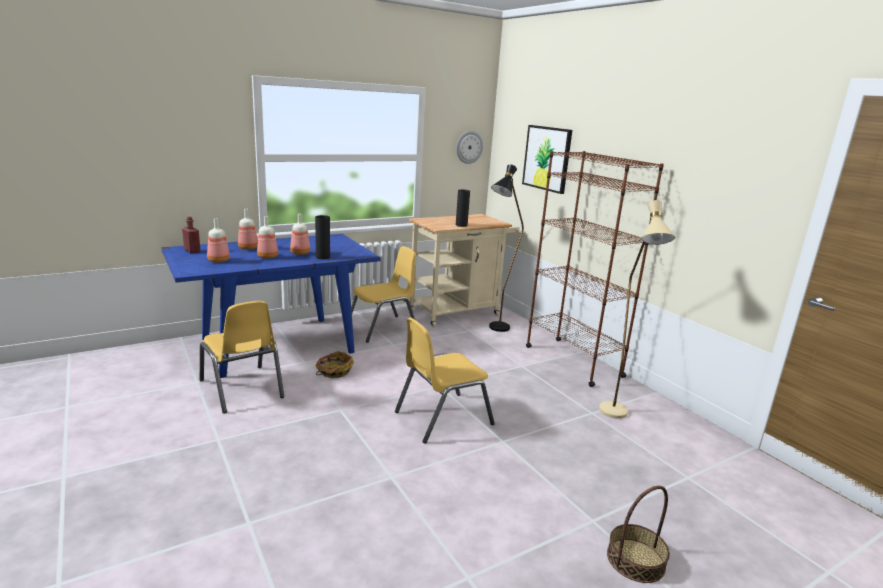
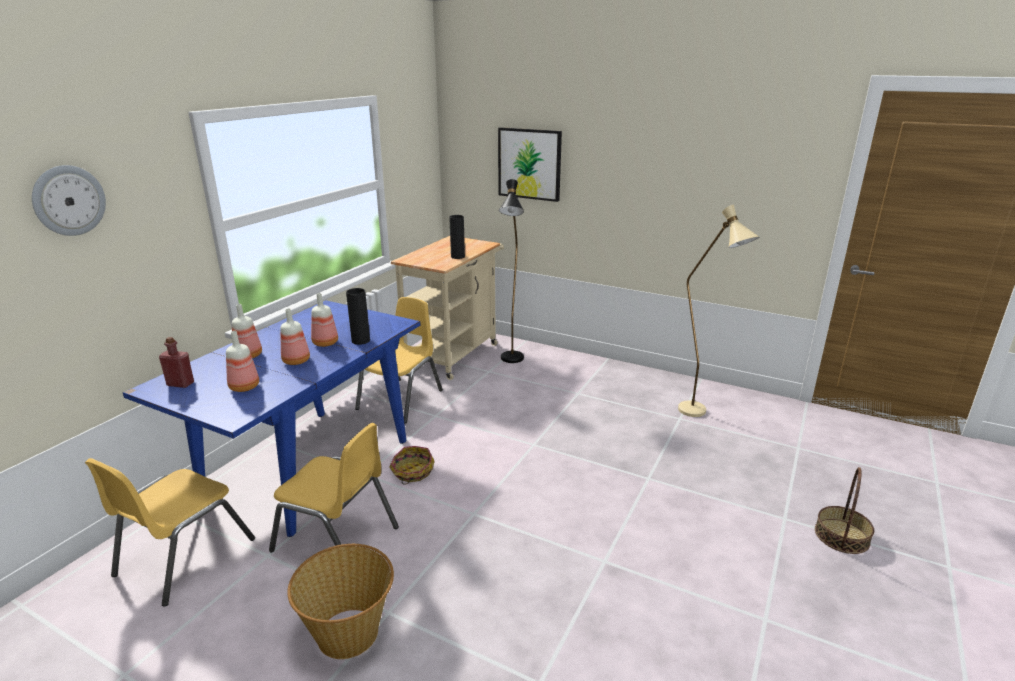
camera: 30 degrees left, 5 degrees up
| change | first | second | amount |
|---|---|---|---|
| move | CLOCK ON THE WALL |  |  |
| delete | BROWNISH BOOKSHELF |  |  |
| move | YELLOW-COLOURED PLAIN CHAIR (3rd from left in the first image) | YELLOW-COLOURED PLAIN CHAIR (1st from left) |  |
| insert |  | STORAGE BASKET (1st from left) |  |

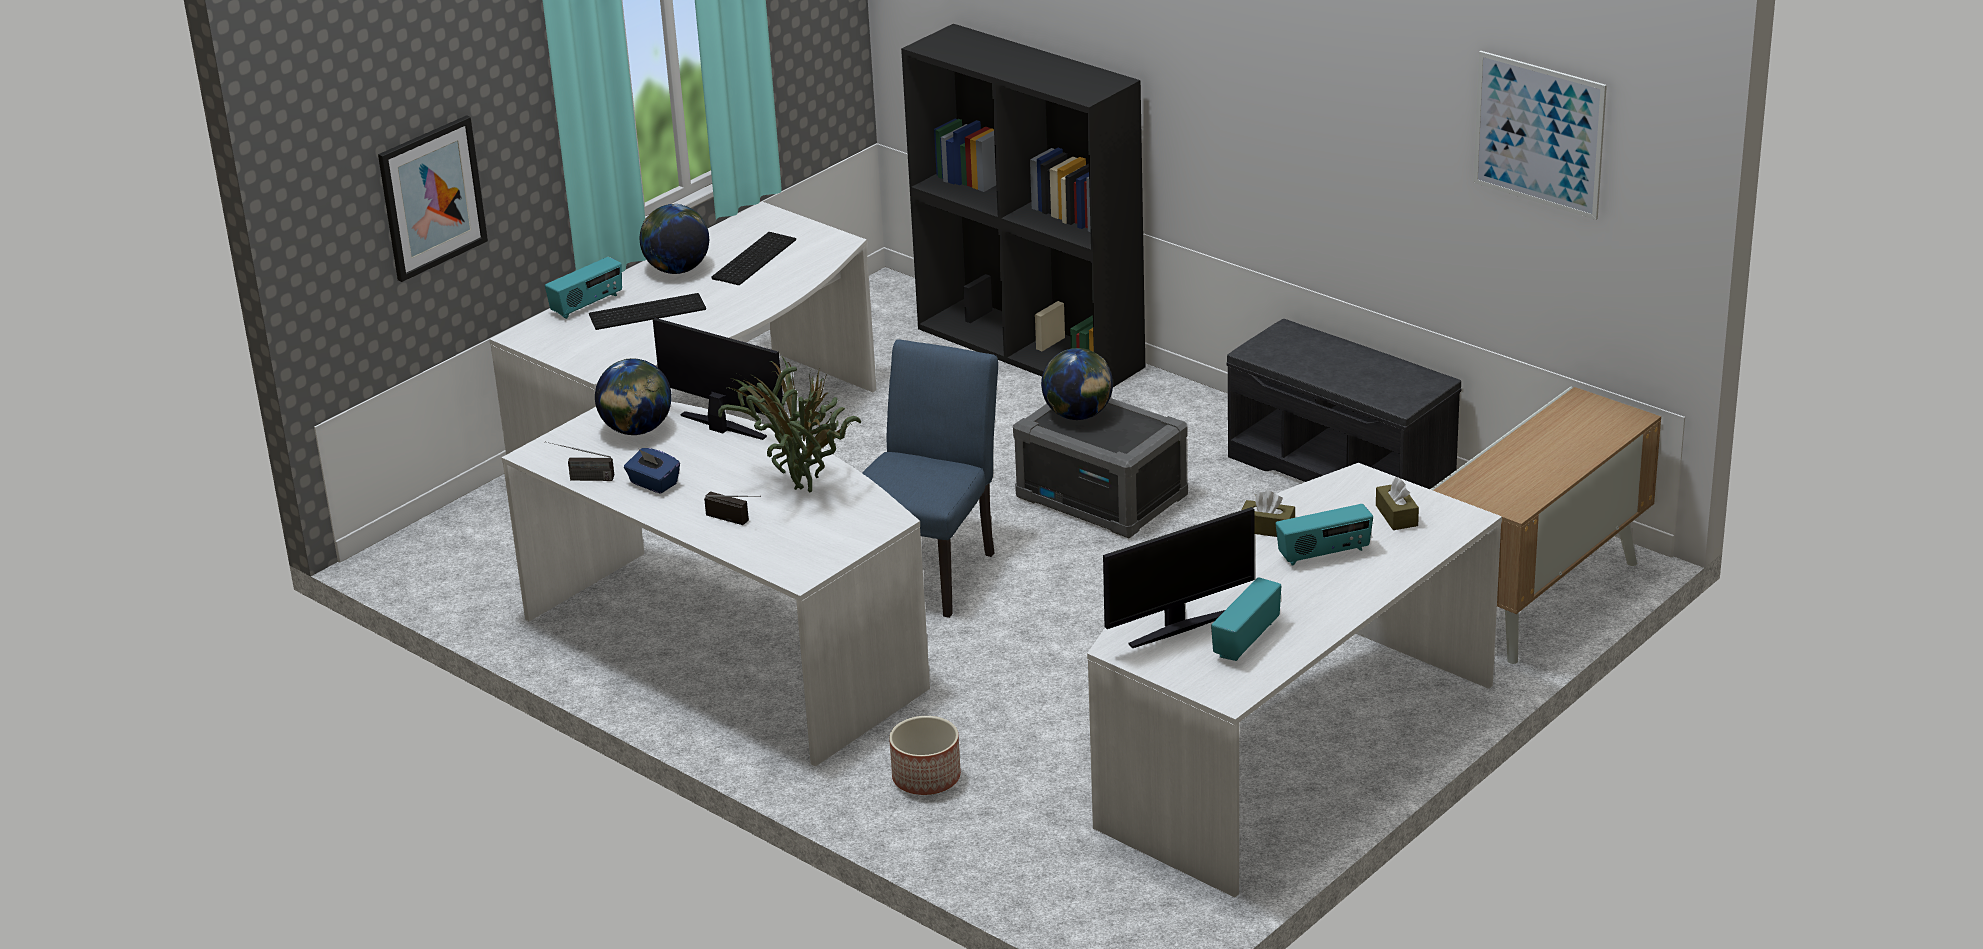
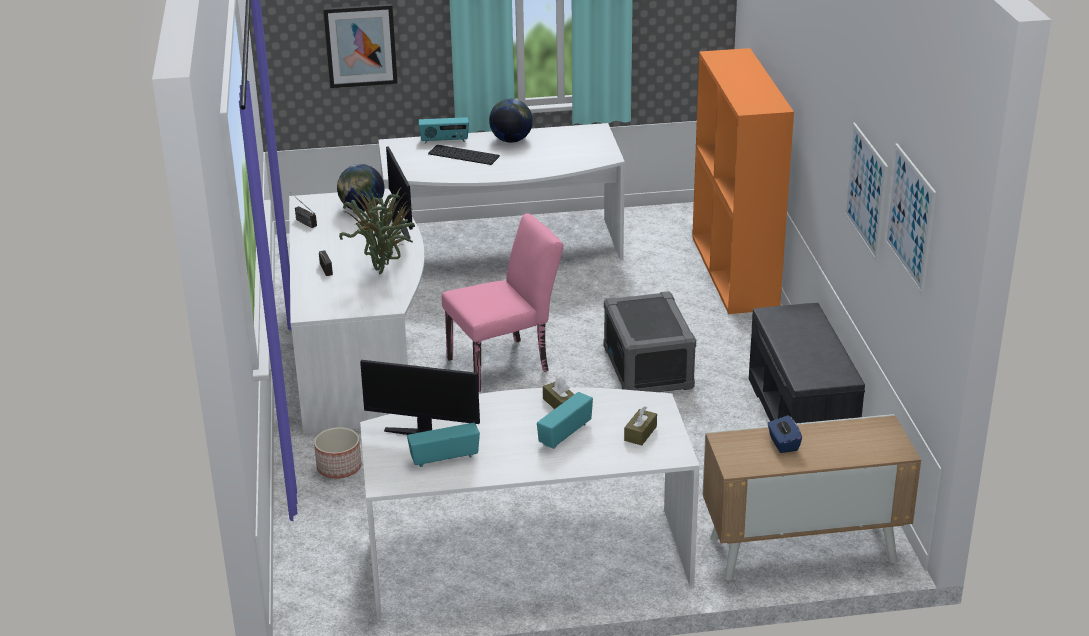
camera: 40 degrees right, 0 degrees up
| change | first | second | amount |
|---|---|---|---|
| recolor | BLACK BOOKSHELF | ORANGEY BOOKSHELF |  |
| delete | KEYBOARD (2nd from left) |  |  |
| recolor | BLUE PLAIN CHAIR | PINK-COLOURED PLAIN CHAIR |  |
| delete | WORLD GLOBE (3rd from left) |  |  |
| move | BLUE TISSUE BOX |  |  |
| rotate | RADIO SET (5th from left) |  | 105 degrees clockwise |
| insert |  | WALL PICTURE (2nd from left) |  |

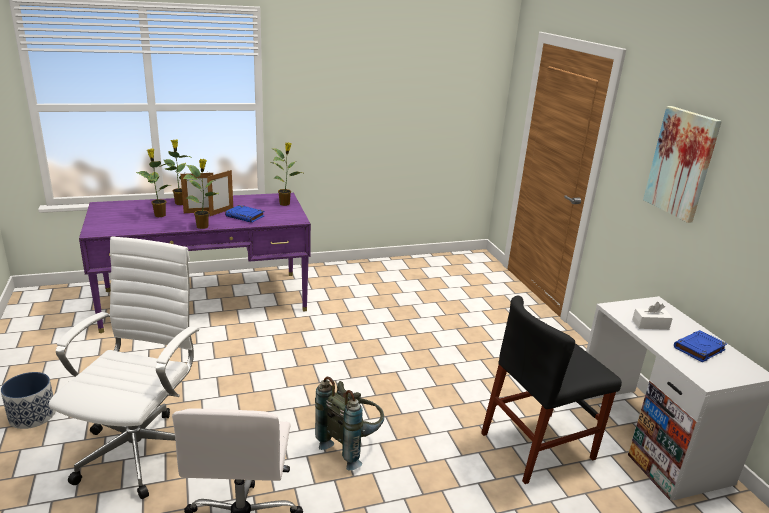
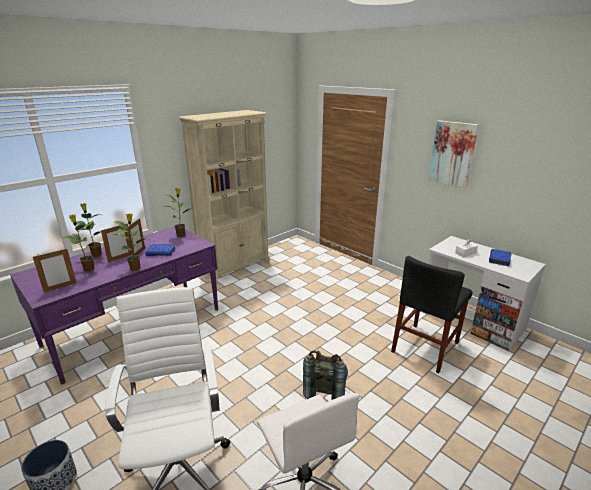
camera: 25 degrees left, 0 degrees up
| change | first | second | amount |
|---|---|---|---|
| insert |  | SAND-COLOURED BOOKSHELF |  |
| insert |  | PICTURE FRAME (1st from left) |  |

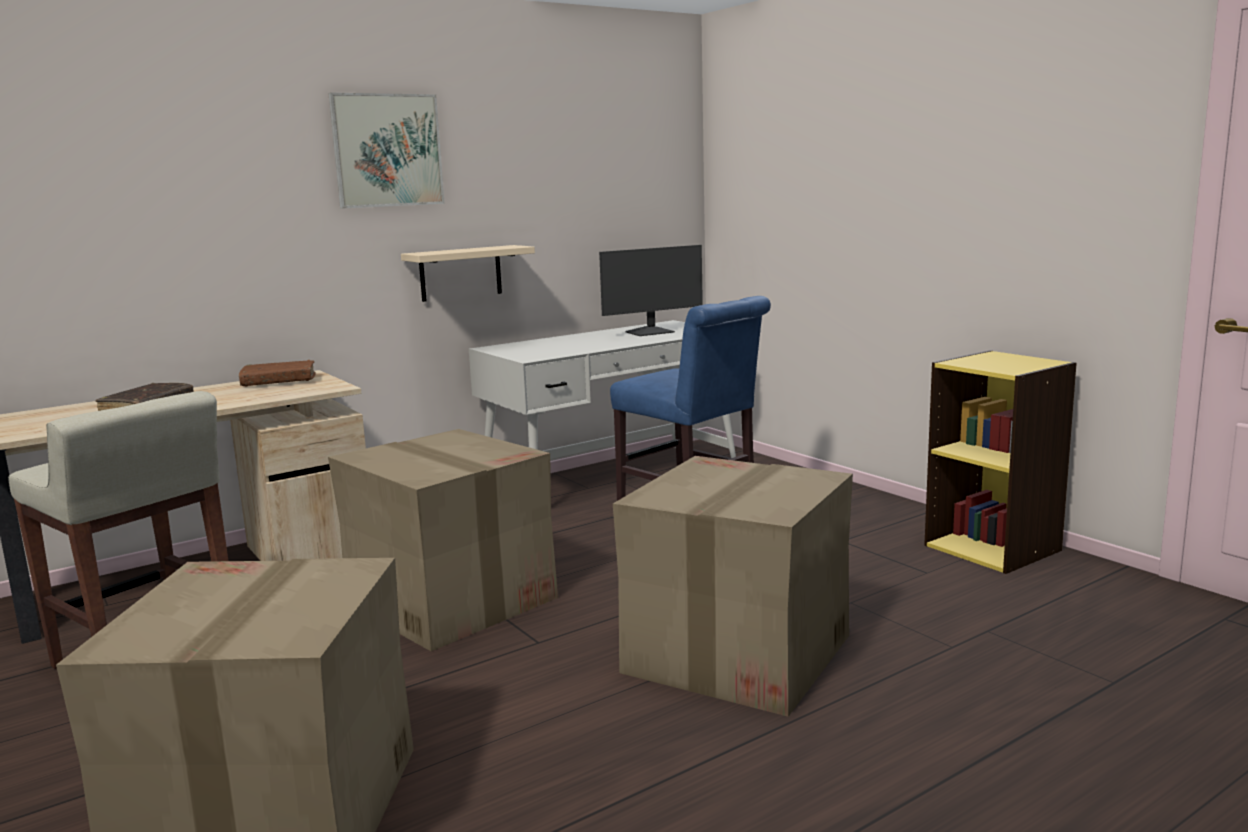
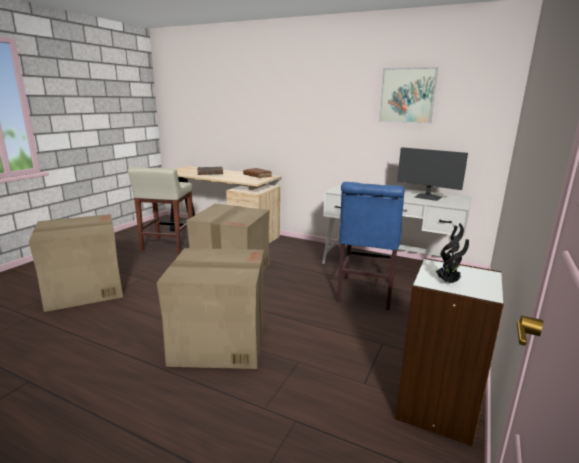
camera: 60 degrees right, 5 degrees up
| change | first | second | amount |
|---|---|---|---|
| move | WALL PICTURE |  |  |
| delete | SAND-COLOURED WALL SHELF |  |  |
| recolor | YELLOW-COLOURED BOOKSHELF | WHITISH BOOKSHELF |  |
| insert |  | HOUSEPLANT |  |

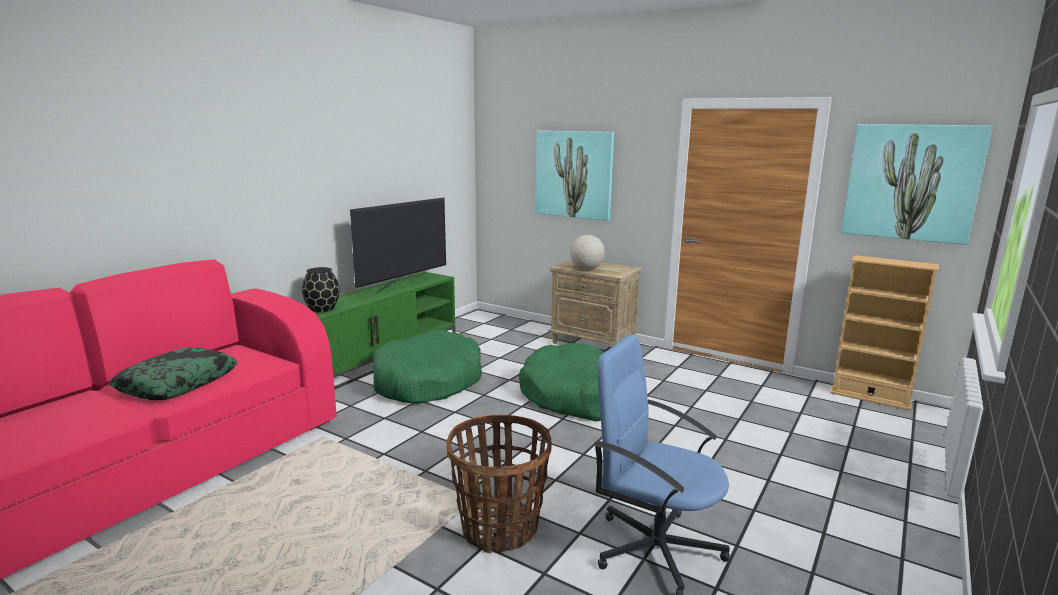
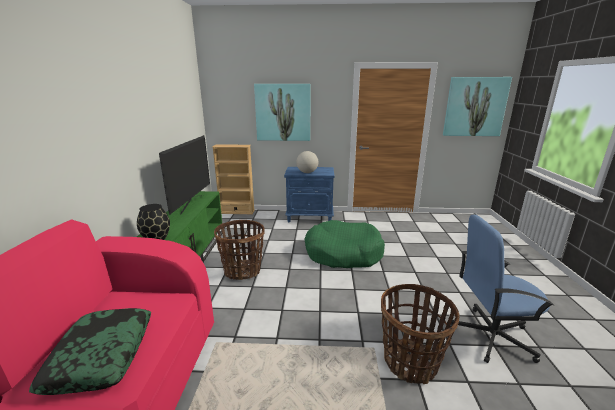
camera: 30 degrees left, 5 degrees up
| change | first | second | amount |
|---|---|---|---|
| move | SAND-COLOURED BOOKSHELF |  |  |
| recolor | SAND-COLOURED NIGHTSTAND | BLUE NIGHTSTAND |  |
| replace | GREEN-COLOURED DOG CUSHION (1st from left) | STORAGE BASKET (1st from left) |  |

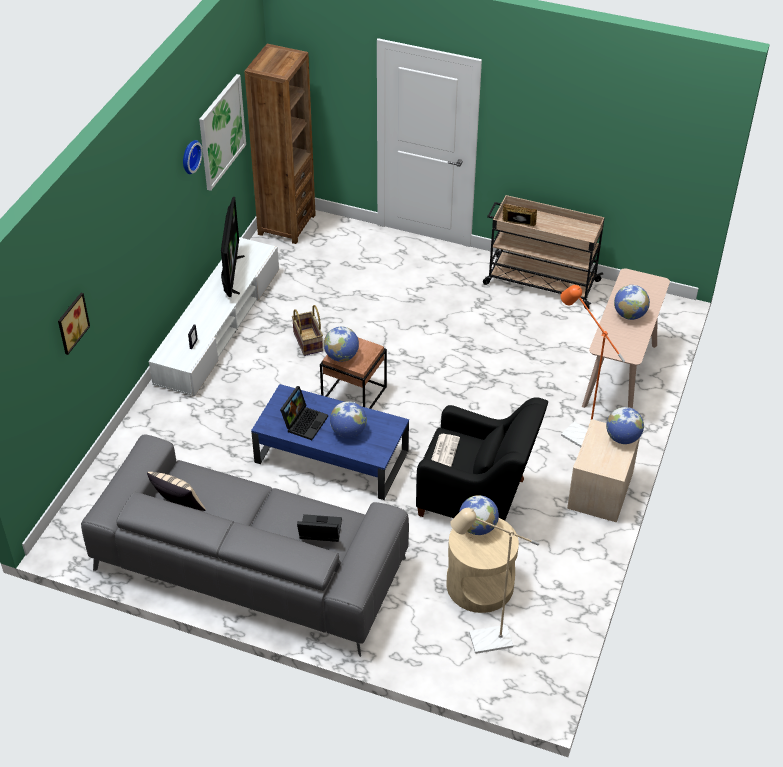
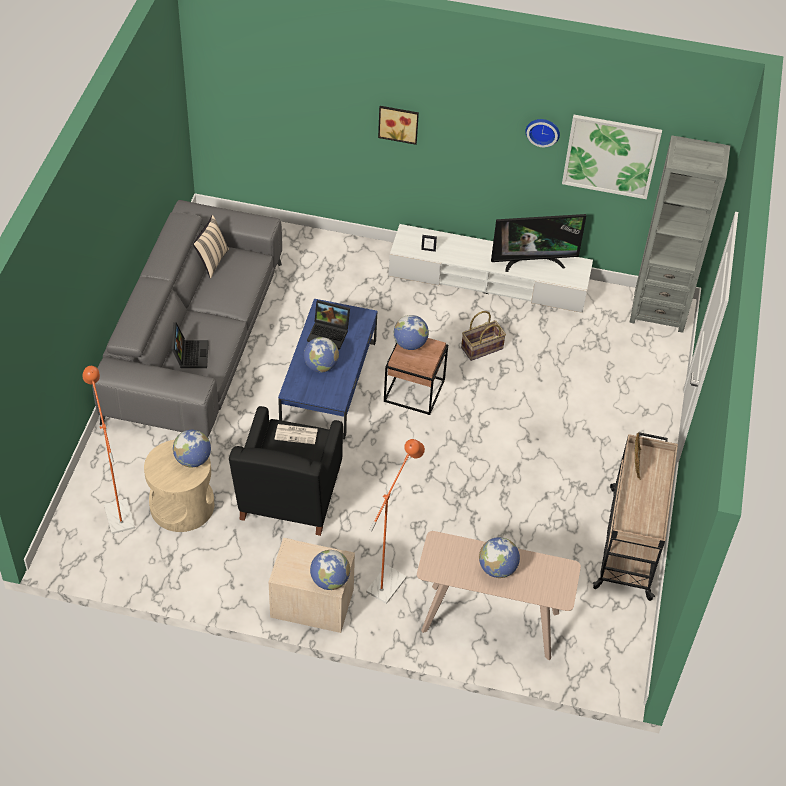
camera: 80 degrees right, 5 degrees up
| change | first | second | amount |
|---|---|---|---|
| recolor | BROWNISH BOOKSHELF | GREY BOOKSHELF |  |
| move | WALL PICTURE (1st from left) |  |  |
| recolor | SAND-COLOURED FLOOR LAMP | ORANGEY FLOOR LAMP (1st from left) |  |

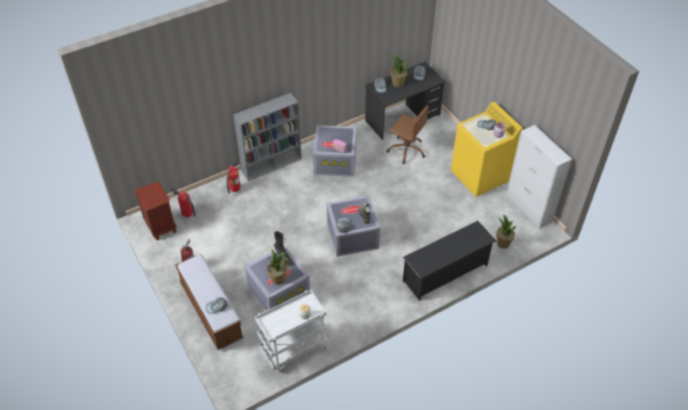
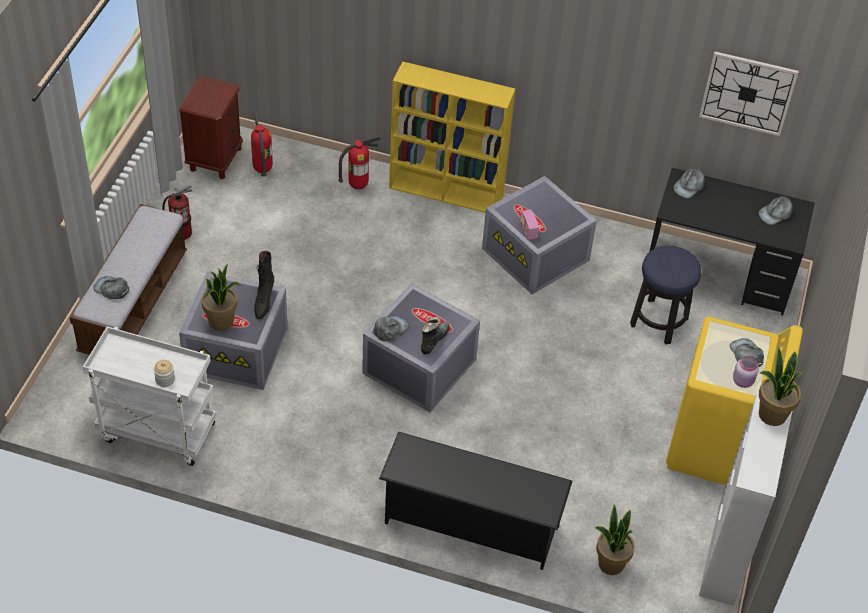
camera: 45 degrees right, 0 degrees up
| change | first | second | amount |
|---|---|---|---|
| move | HOUSEPLANT (2nd from left in the first image) | HOUSEPLANT (3rd from left) |  |
| recolor | GREY BOOKSHELF | YELLOW-COLOURED BOOKSHELF |  |
| replace | BROWNISH COMPUTER CHAIR | STOOL SEAT |  |
| insert |  | CLOCK ON THE WALL |  |

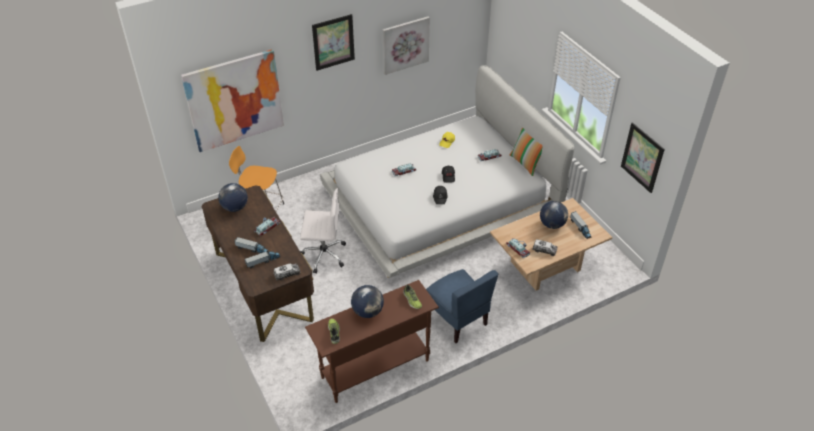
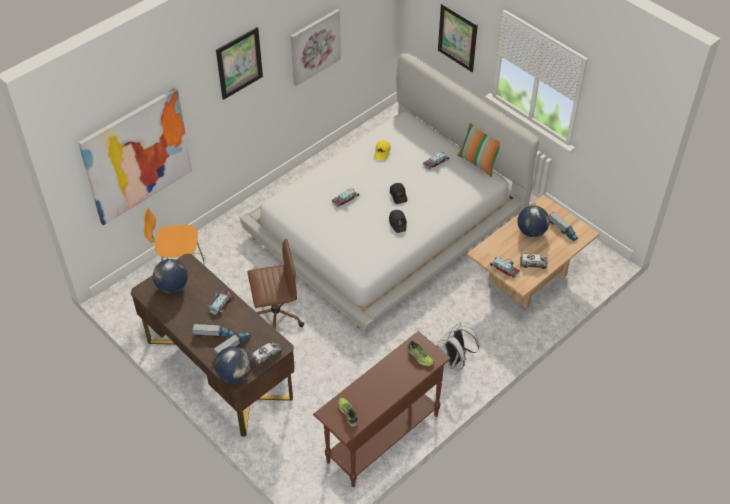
camera: 15 degrees left, 5 degrees up
| change | first | second | amount |
|---|---|---|---|
| move | WALL PICTURE (4th from left) |  |  |
| recolor | WHITISH COMPUTER CHAIR | BROWNISH COMPUTER CHAIR |  |
| replace | BLUE PLAIN CHAIR | WHITISH RUCKSACK |  |
| move | WORLD GLOBE (2nd from left) |  |  |

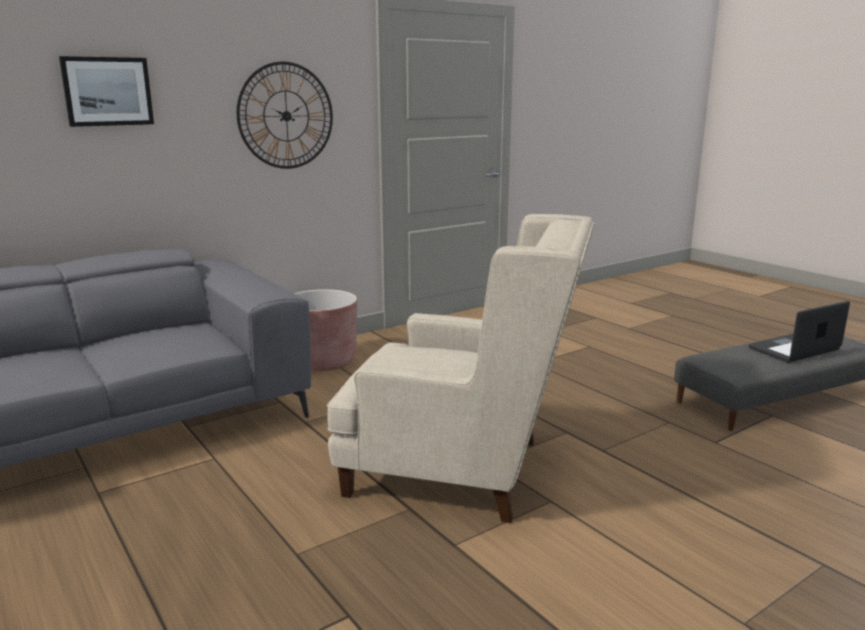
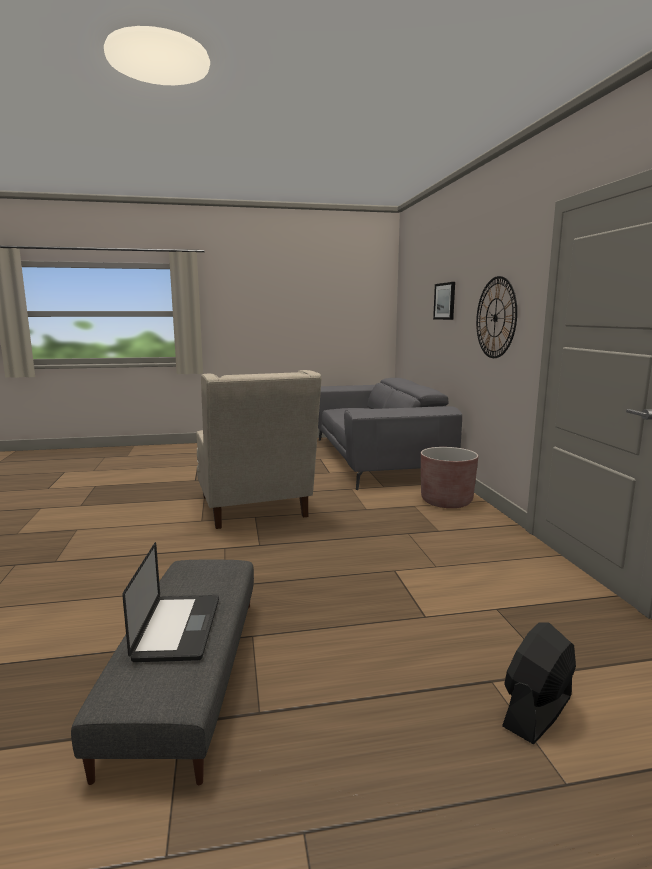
camera: 115 degrees right, 5 degrees down
| change | first | second | amount |
|---|---|---|---|
| rotate | SAND-COLOURED EASY CHAIR |  | 60 degrees counterclockwise |
| insert |  | BLACK FAN |  |

